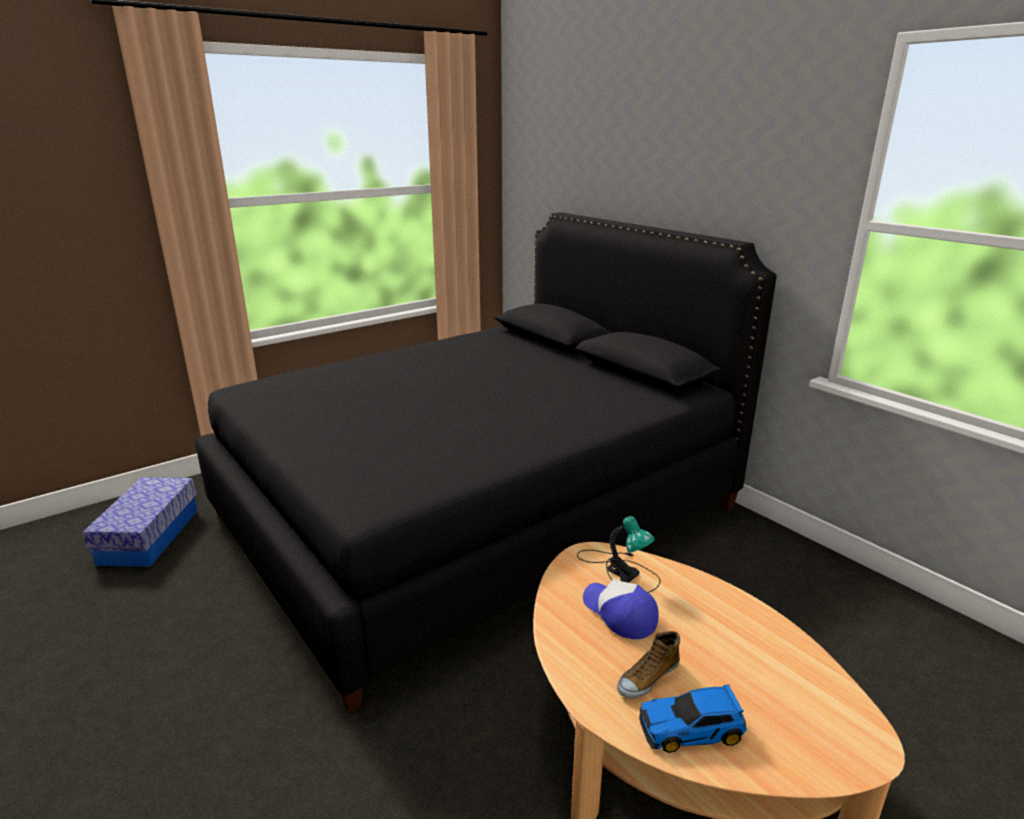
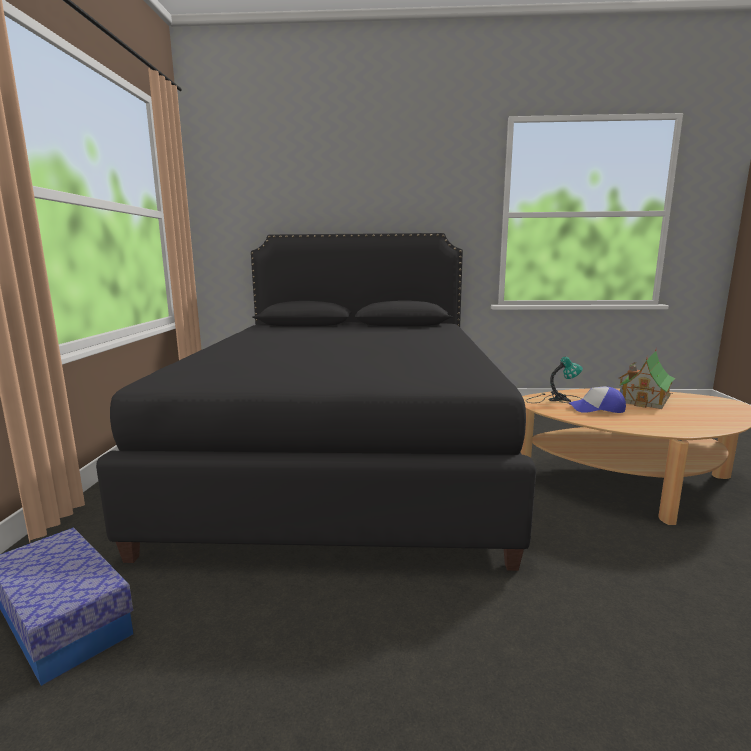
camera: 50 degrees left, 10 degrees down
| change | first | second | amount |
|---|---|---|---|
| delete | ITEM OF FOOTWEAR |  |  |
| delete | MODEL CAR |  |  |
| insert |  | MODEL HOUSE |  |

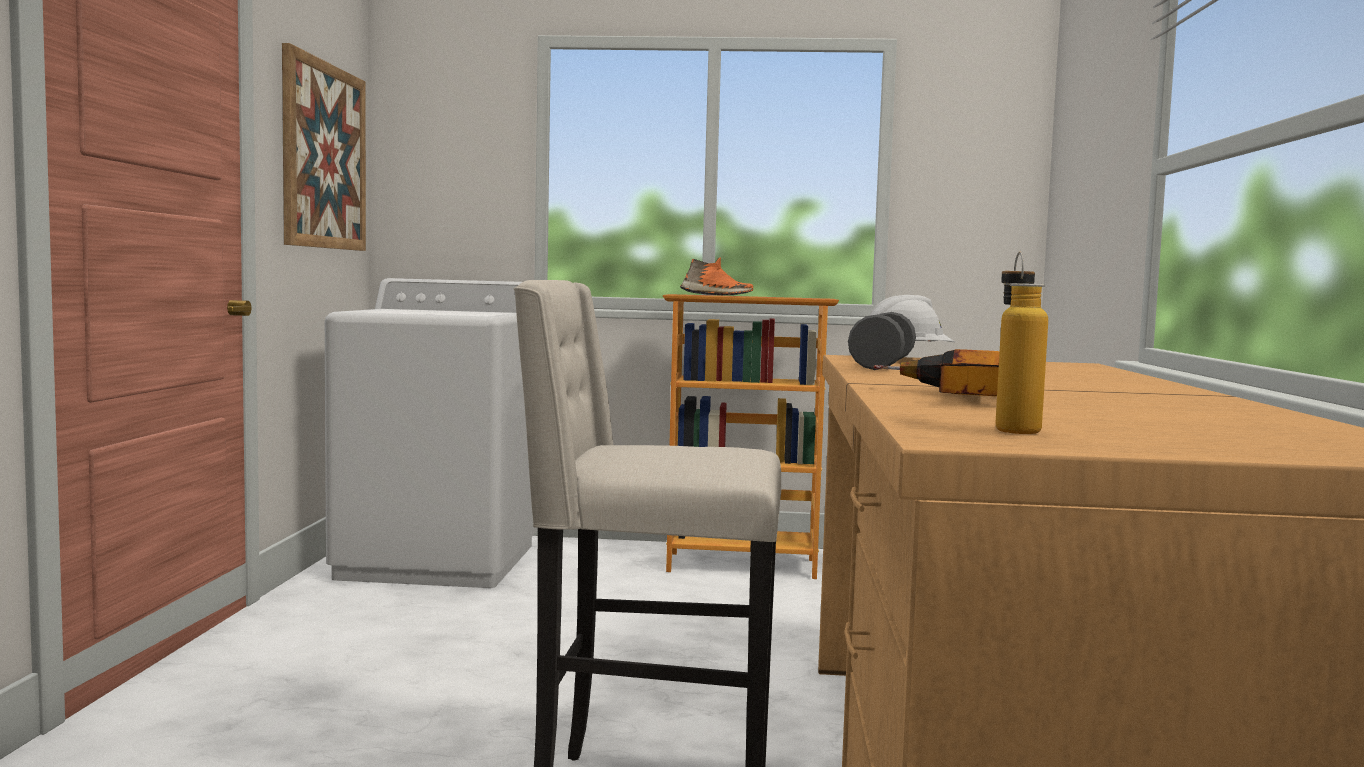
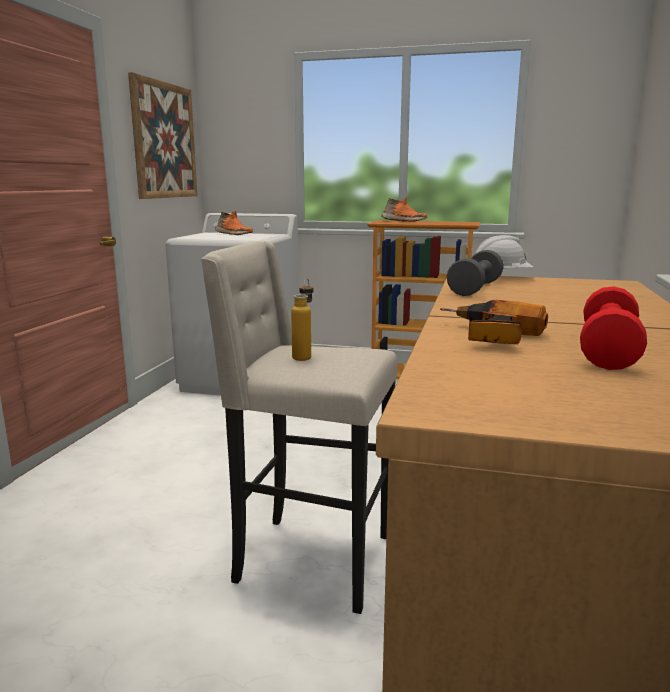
camera: 10 degrees right, 10 degrees up
| change | first | second | amount |
|---|---|---|---|
| move | BEVERAGE BOTTLE |  |  |
| insert |  | ORANGEY ITEM OF FOOTWEAR (1st from left) |  |
| insert |  | RED-COLOURED HAND WEIGHT |  |

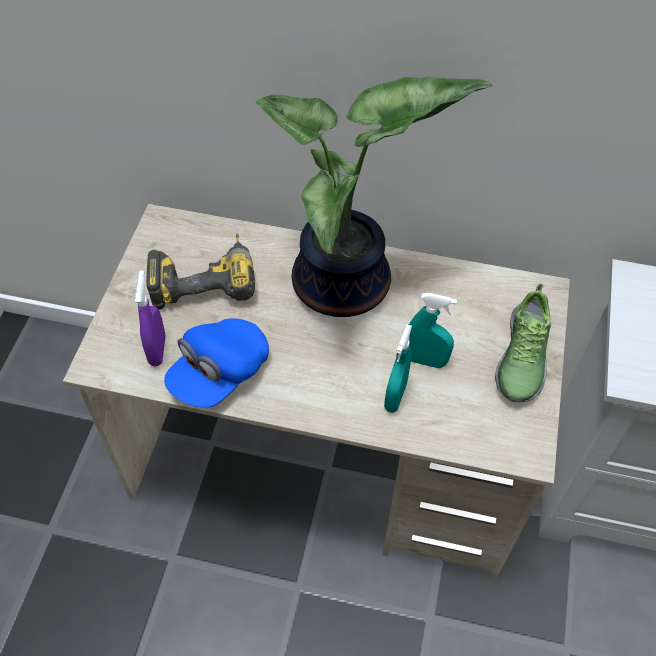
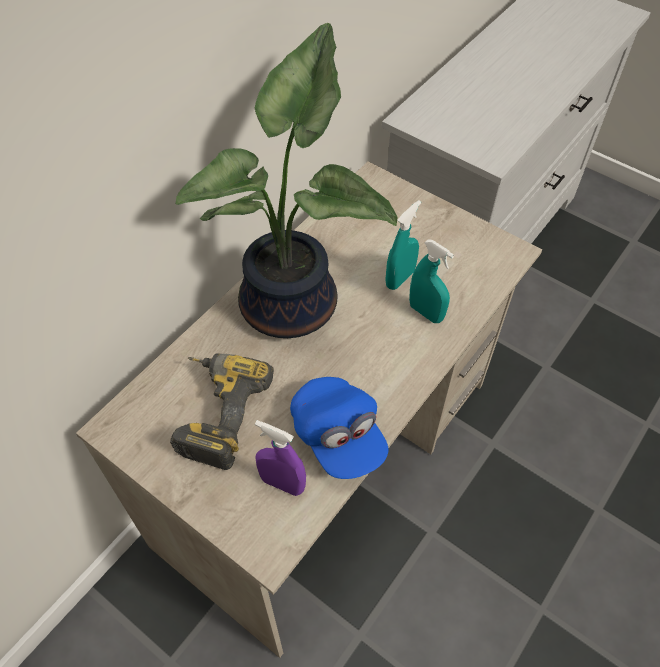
camera: 65 degrees left, 0 degrees up
| change | first | second | amount |
|---|---|---|---|
| delete | ITEM OF FOOTWEAR |  |  |

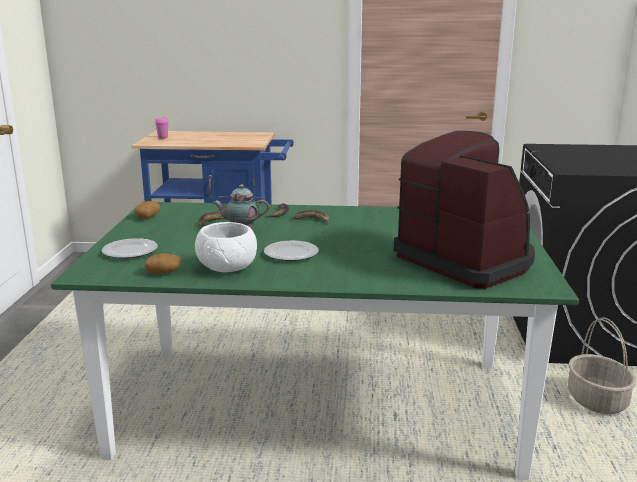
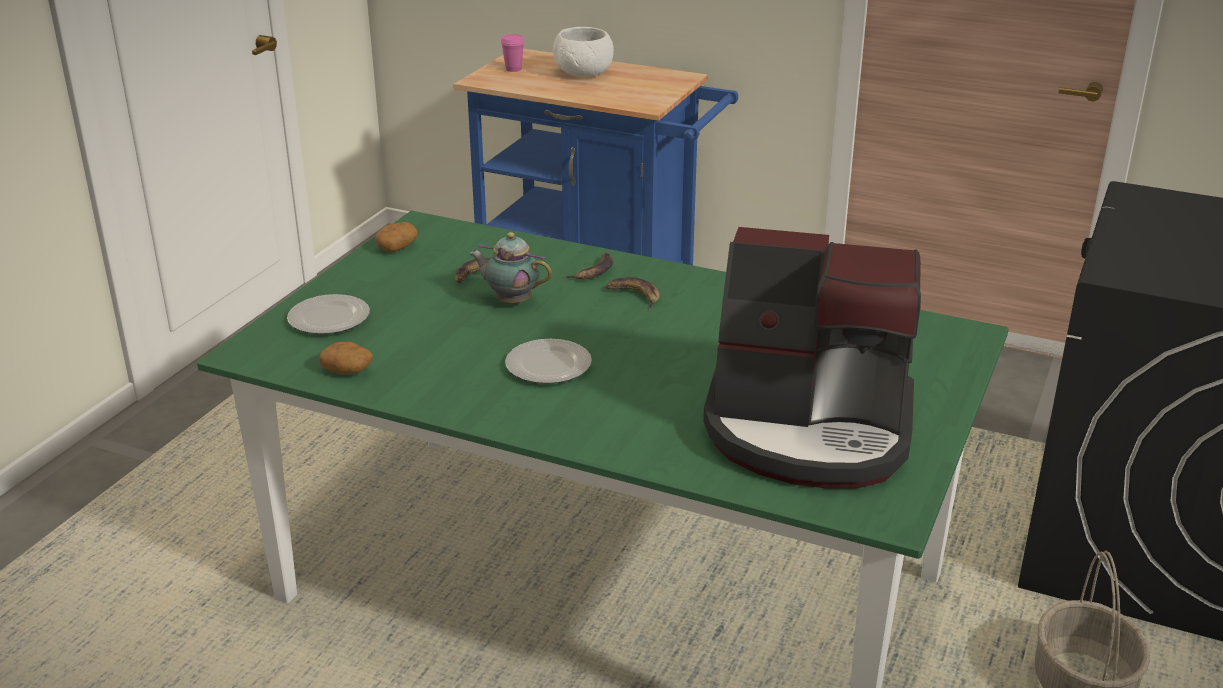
camera: 20 degrees right, 10 degrees up
| change | first | second | amount |
|---|---|---|---|
| rotate | COFFEE MACHINE |  | 120 degrees clockwise |
| move | WHITISH BOWL |  |  |

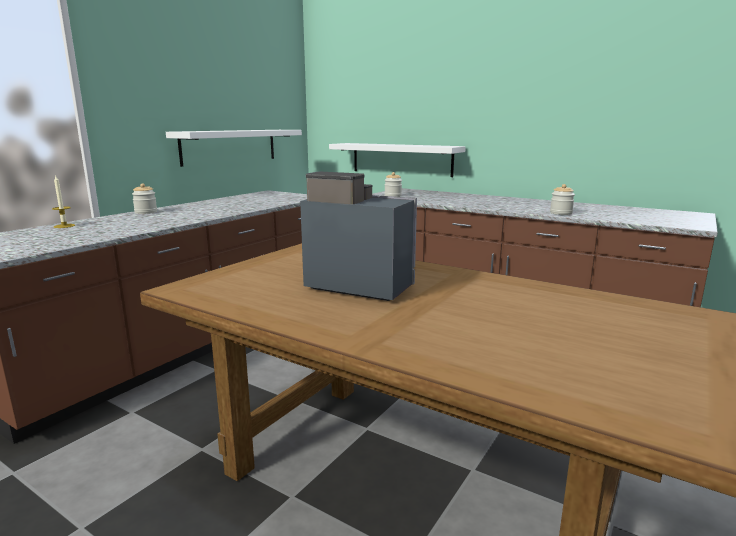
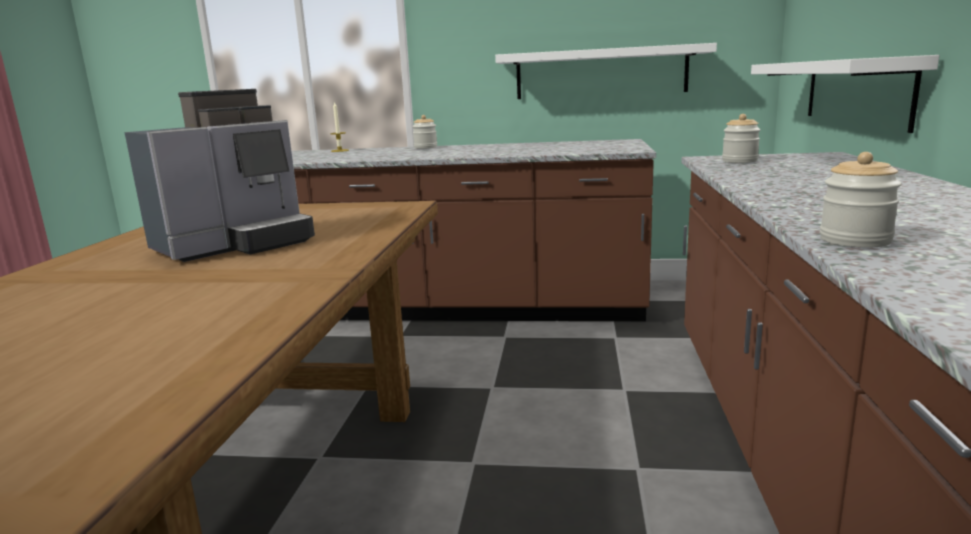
camera: 65 degrees right, 0 degrees up
| change | first | second | amount |
|---|---|---|---|
| rotate | COFFEE MACHINE |  | 45 degrees clockwise |

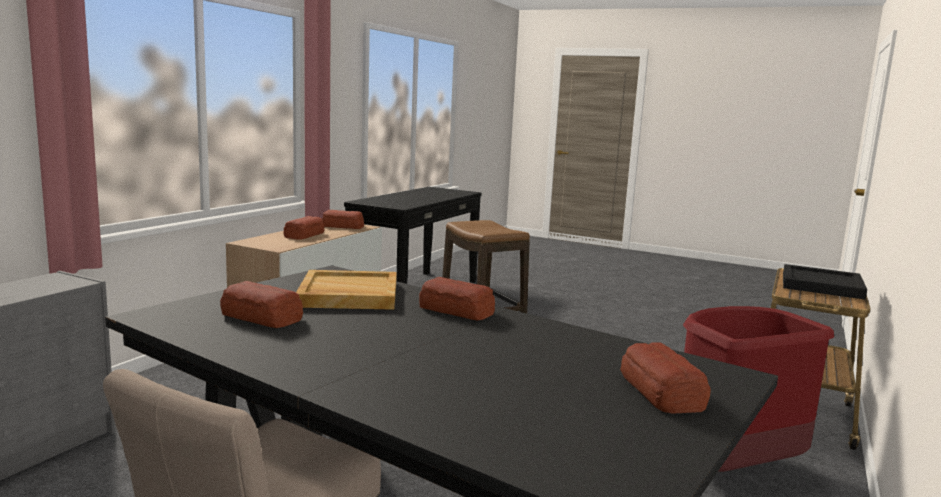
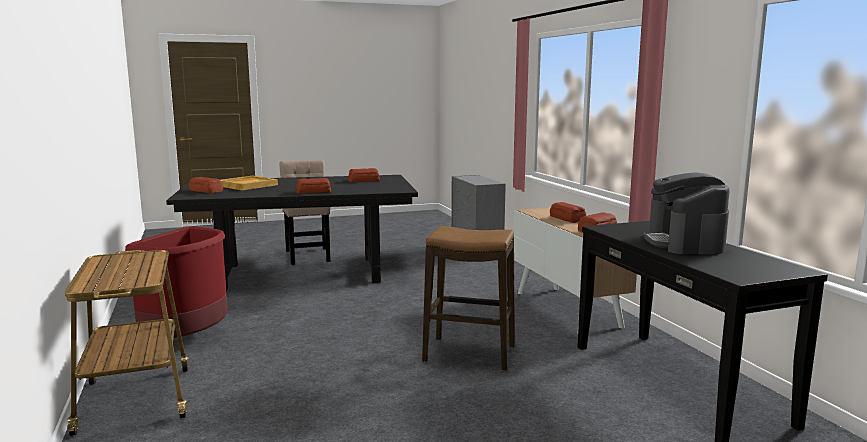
camera: 135 degrees right, 0 degrees up
| change | first | second | amount |
|---|---|---|---|
| delete | BLACK TRAY |  |  |
| move | SAND-COLOURED TRAY |  |  |
| insert |  | COFFEE MACHINE |  |

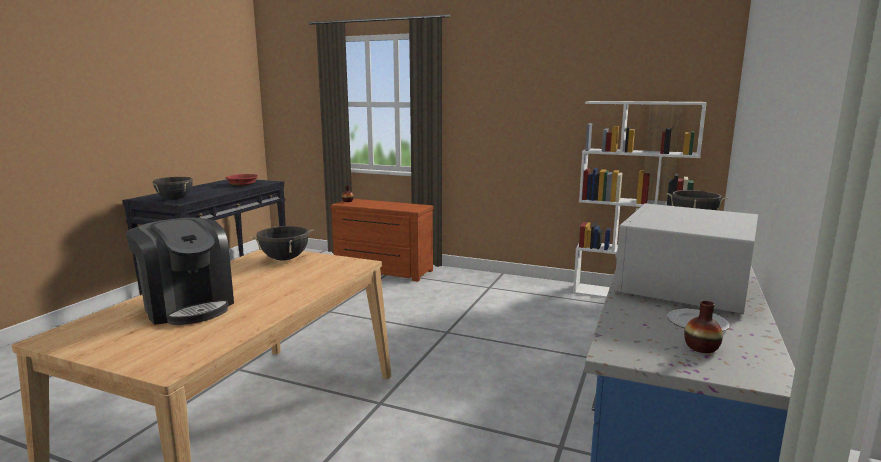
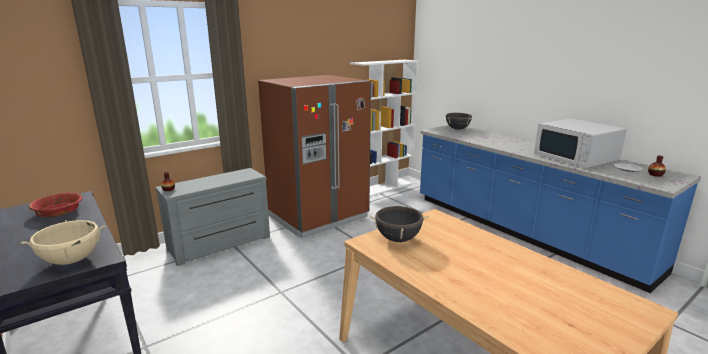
camera: 60 degrees left, 5 degrees up
| change | first | second | amount |
|---|---|---|---|
| recolor | BLACK STOCKPOT (1st from left) | SAND-COLOURED STOCKPOT |  |
| recolor | BROWNISH DRAWER CHEST | GREY DRAWER CHEST |  |
| delete | COFFEE MACHINE |  |  |
| insert |  | BROWNISH KITCHEN FRIDGE |  |

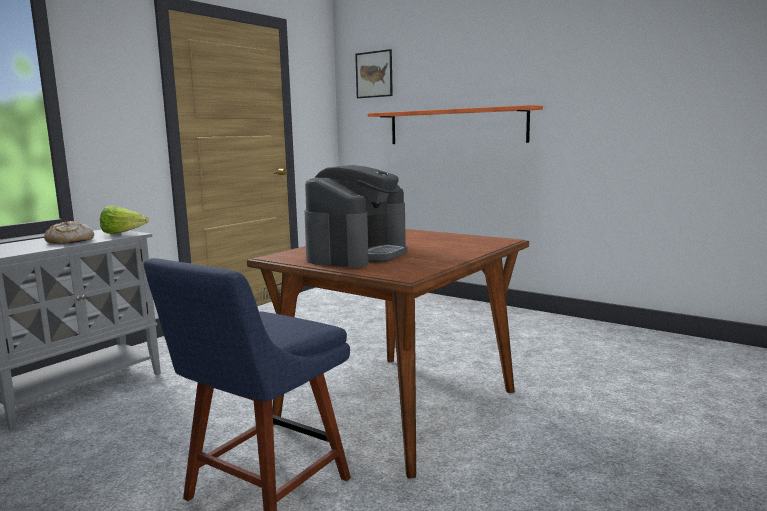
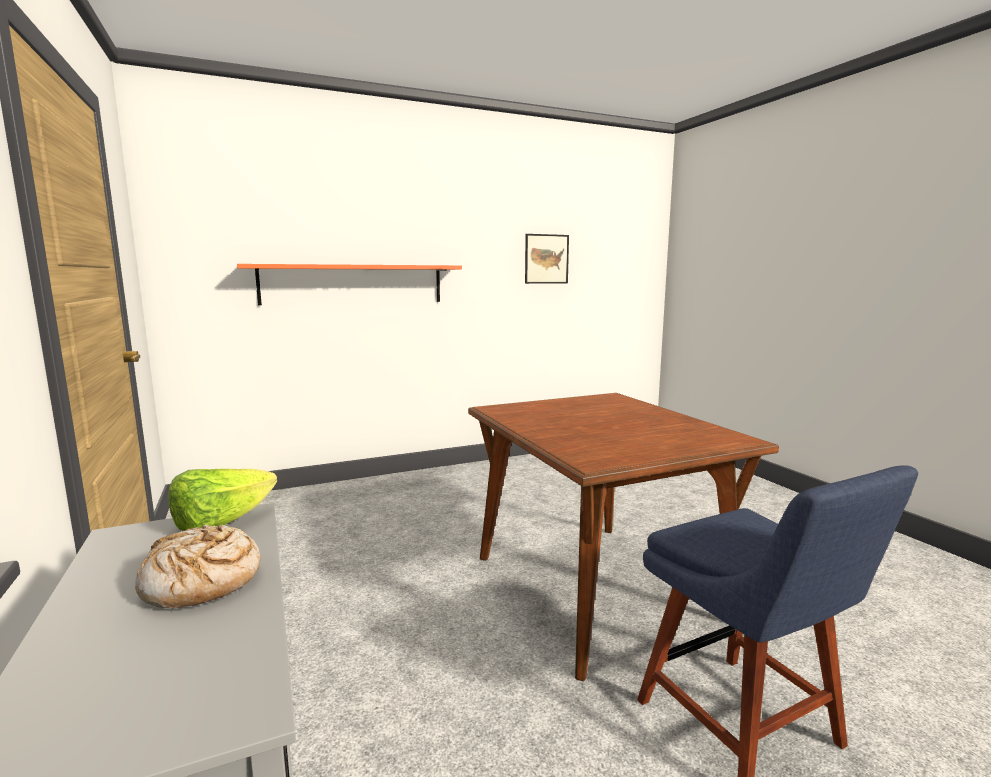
camera: 60 degrees left, 0 degrees up
| change | first | second | amount |
|---|---|---|---|
| move | WALL PICTURE |  |  |
| delete | COFFEE MACHINE |  |  |

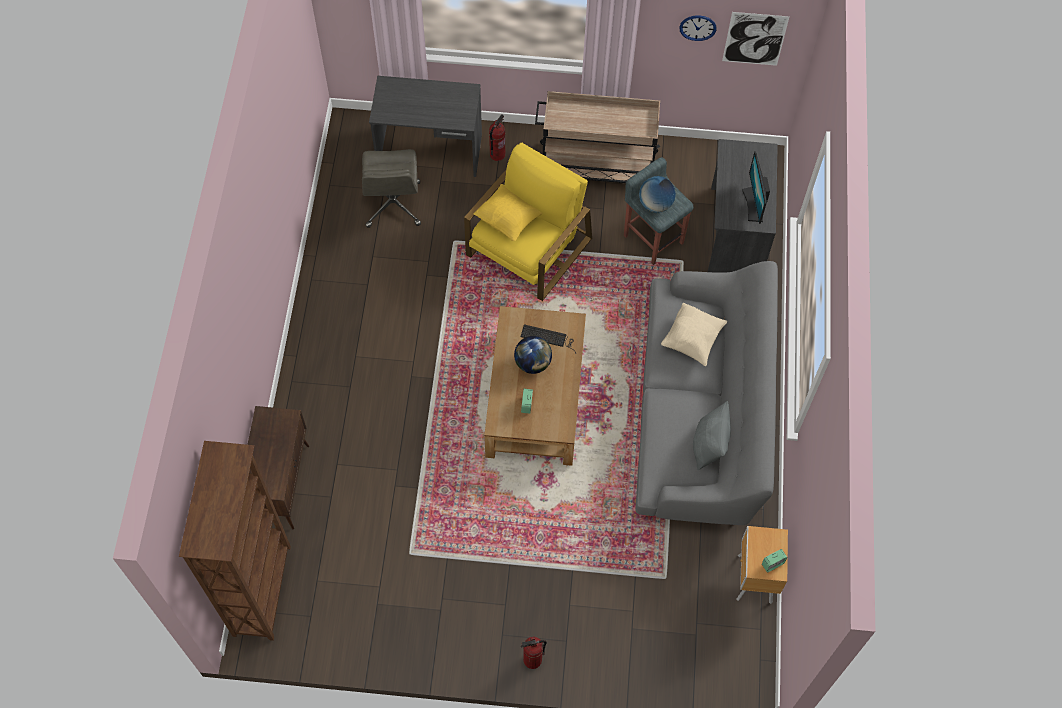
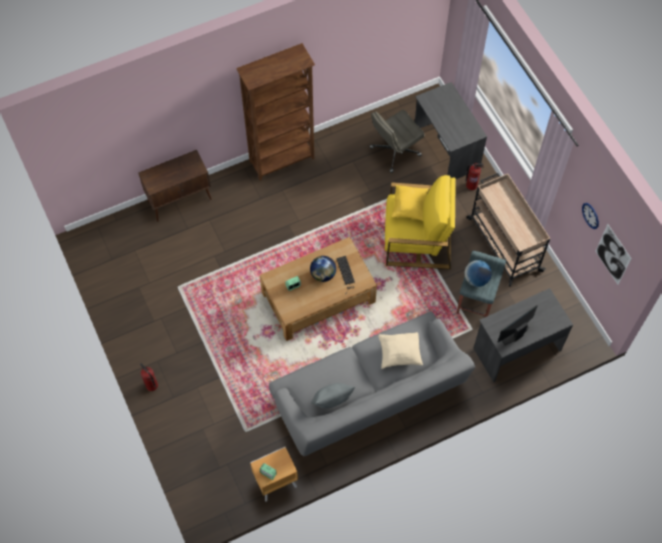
camera: 60 degrees right, 0 degrees up
| change | first | second | amount |
|---|---|---|---|
| move | BROWNISH BOOKSHELF |  |  |

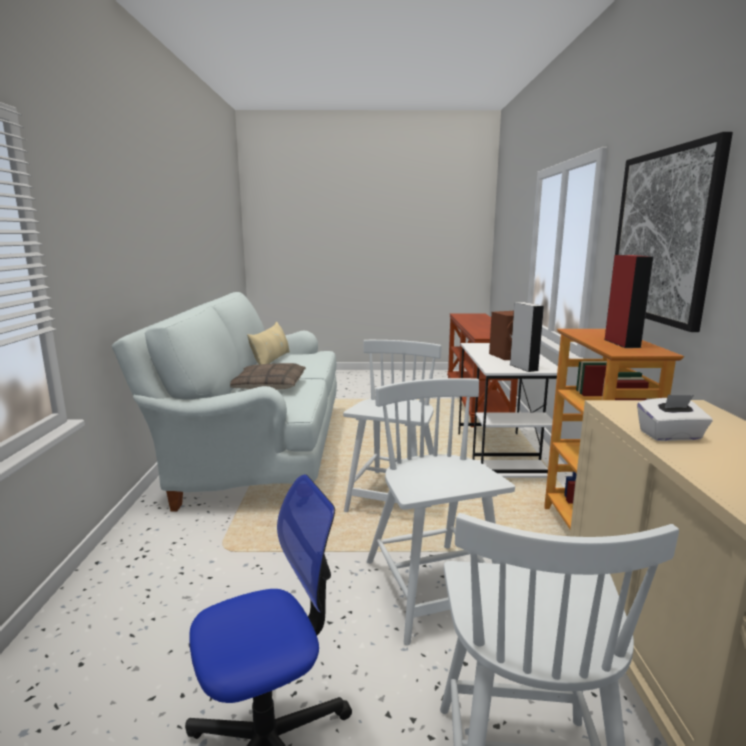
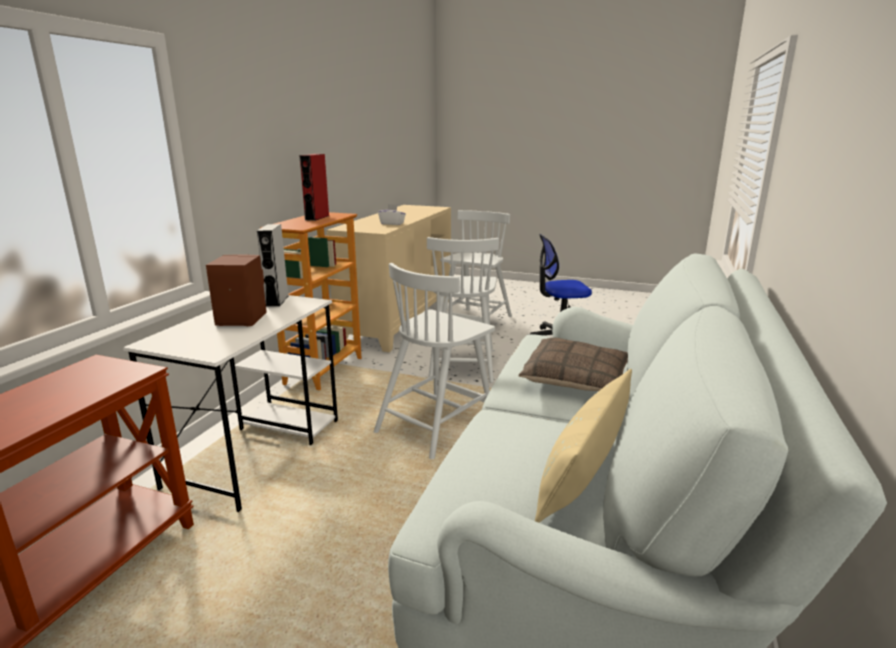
camera: 160 degrees left, 5 degrees up
| change | first | second | amount |
|---|---|---|---|
| delete | WALL PICTURE |  |  |

